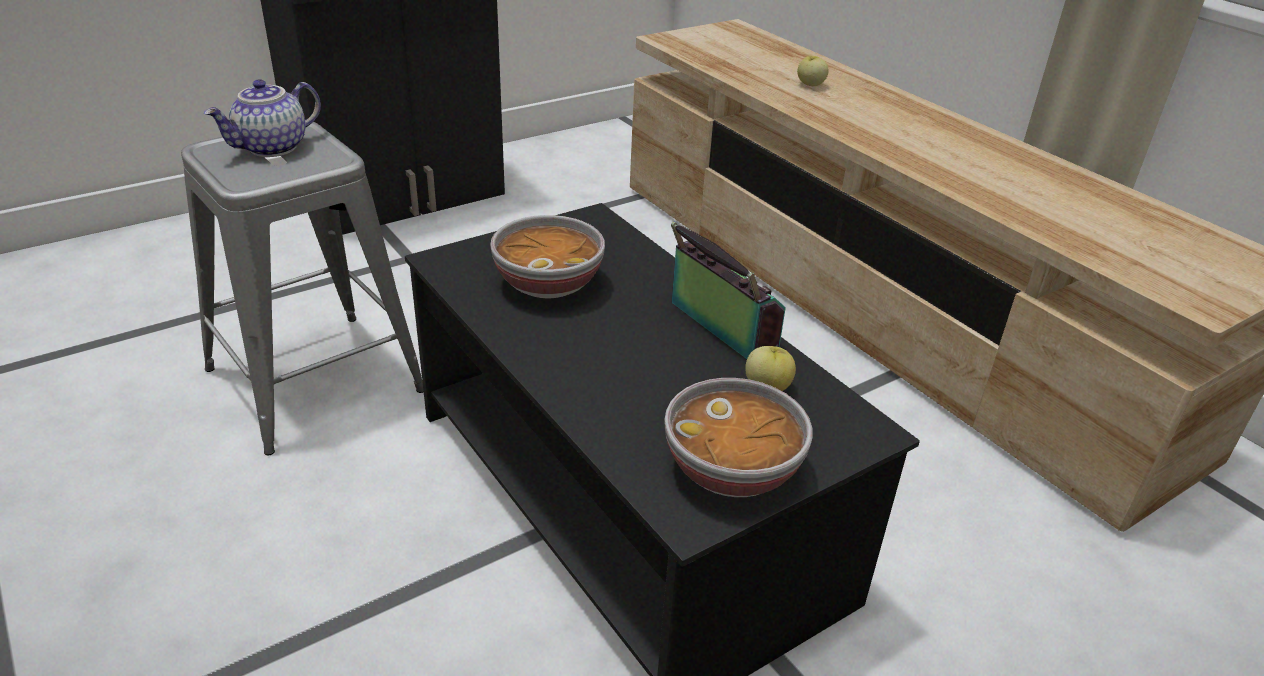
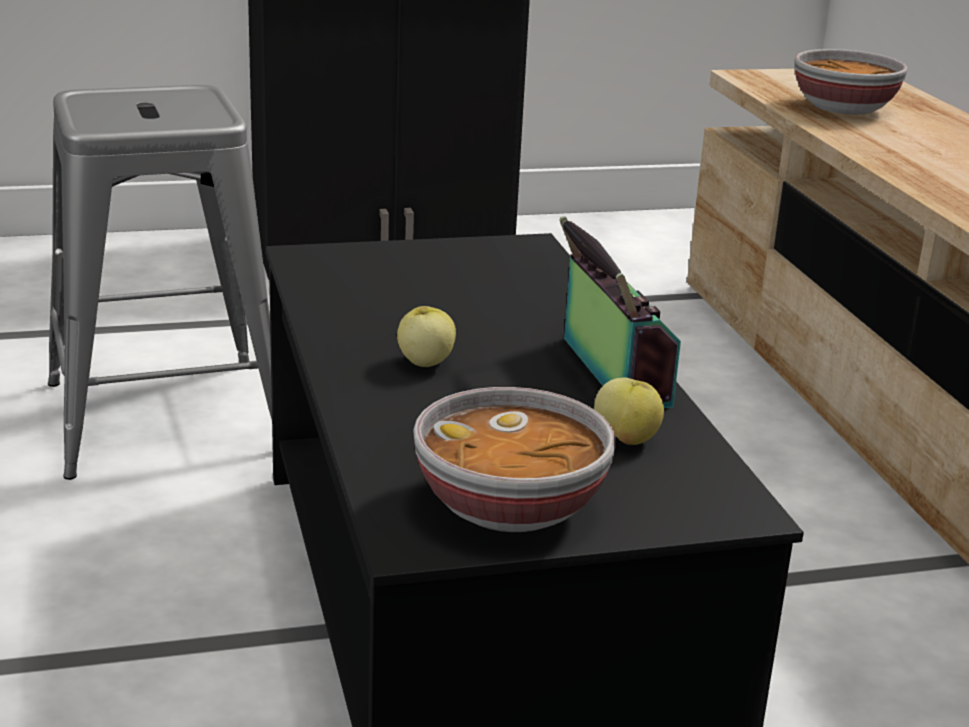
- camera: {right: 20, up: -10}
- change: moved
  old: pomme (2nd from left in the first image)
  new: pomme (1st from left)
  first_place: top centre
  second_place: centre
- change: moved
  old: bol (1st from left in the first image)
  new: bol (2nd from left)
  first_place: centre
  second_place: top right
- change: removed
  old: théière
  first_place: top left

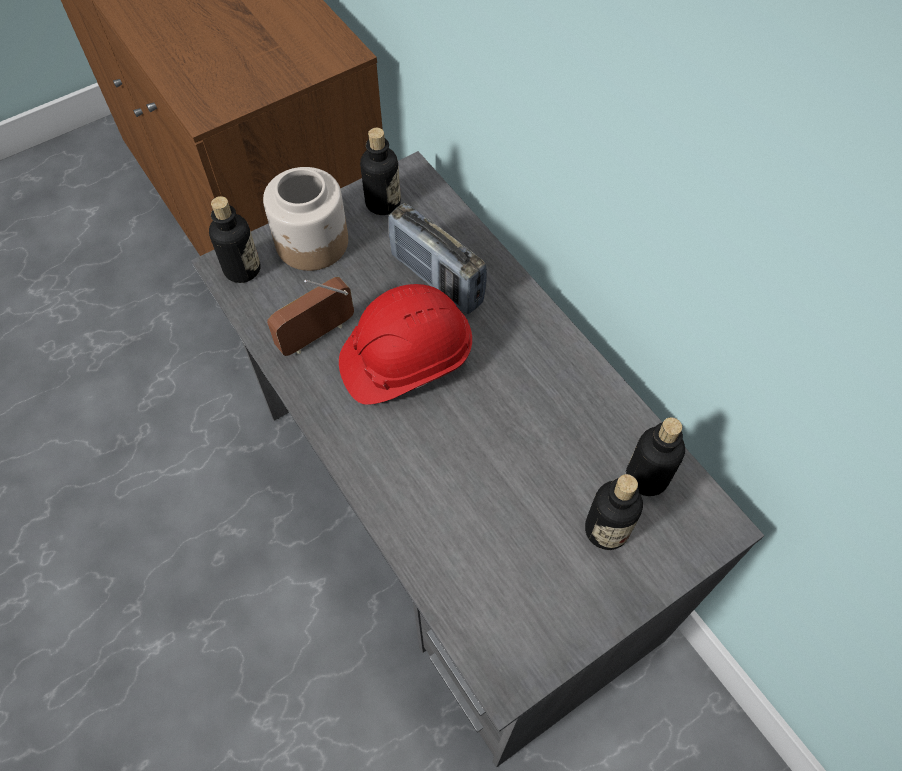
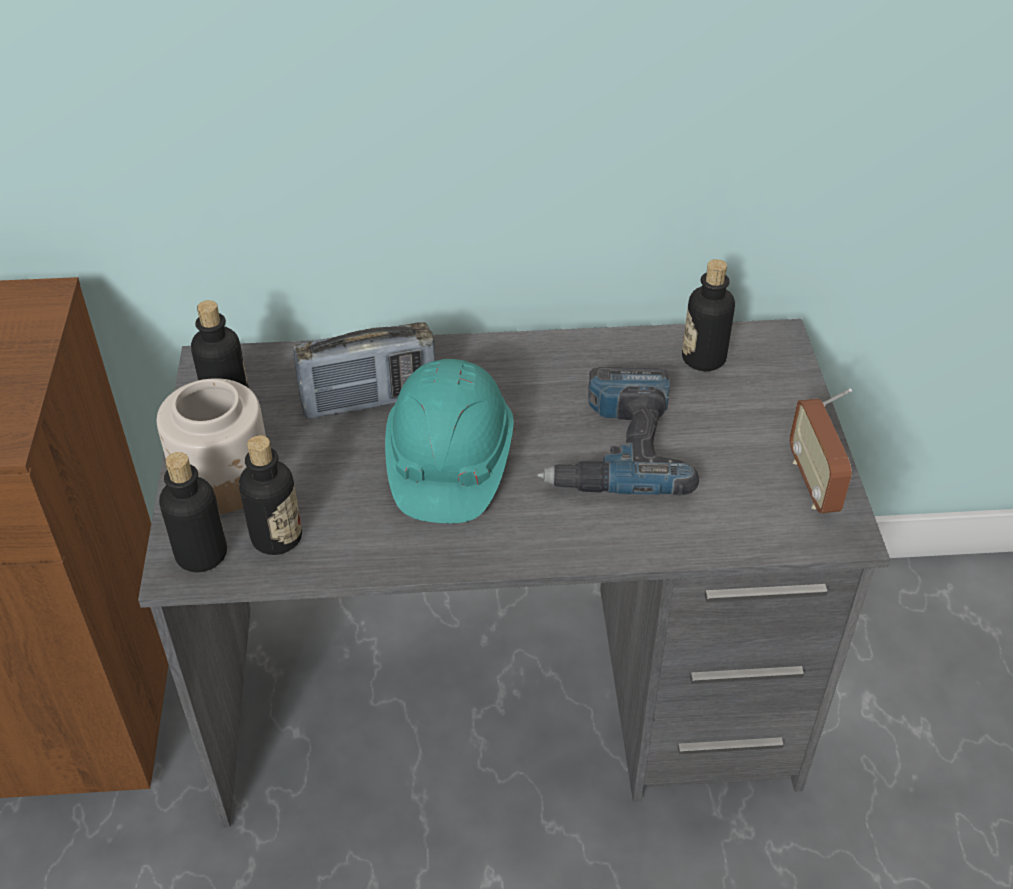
- camera: {right: -60, up: -15}
- change: moved
  old: bouteille (3rd from left)
  first_place: middle right
  second_place: middle left
- change: recoloured
  old: casque de chantier (rouge)
  new: casque de chantier (turquoise)
  first_place: centre
  second_place: centre
- change: added
  new: perceuse
  second_place: centre
- change: moved
  old: radio (1st from left in the first image)
  new: radio (2nd from left)
  first_place: centre
  second_place: middle right

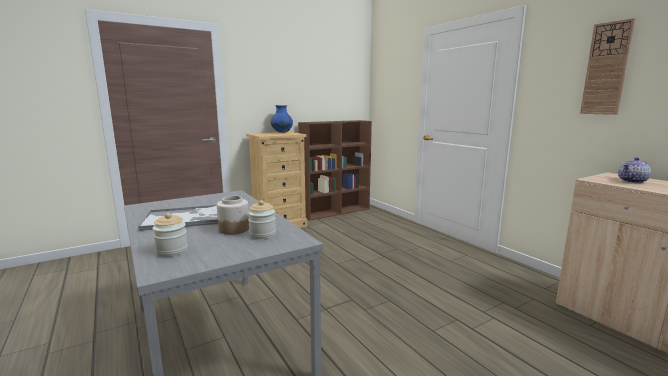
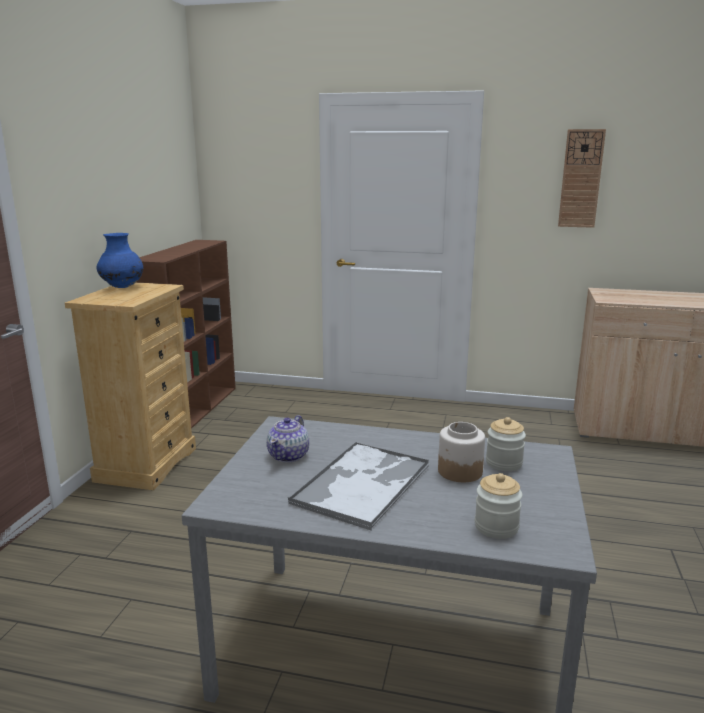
- camera: {right: -45, up: 5}
- change: moved
  old: théière
  first_place: middle right
  second_place: centre

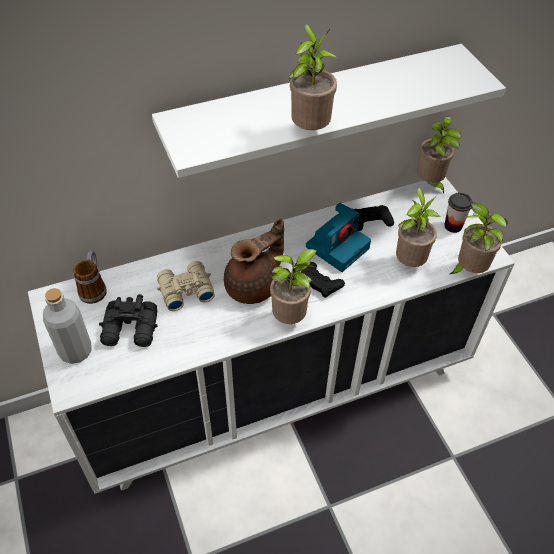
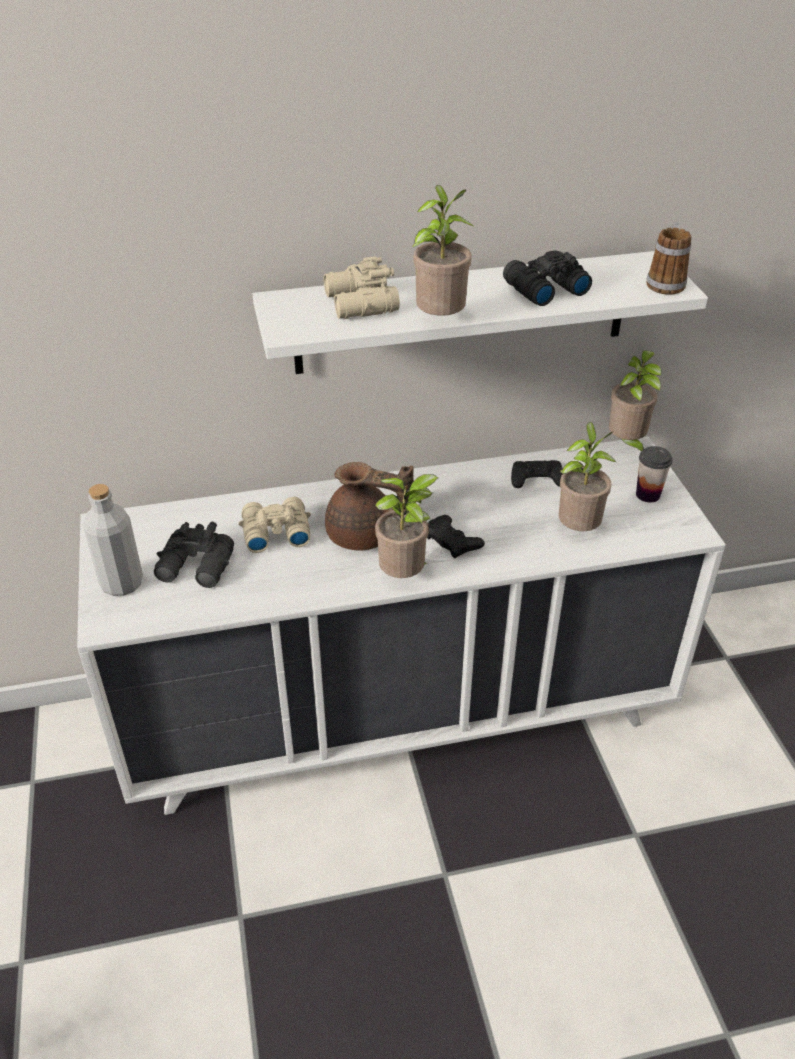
- camera: {right: 10, up: -10}
- change: added
  new: jumelles (beige) (2nd from left)
  second_place: top centre
- change: turned
  old: théière (marron)
  first_place: centre
  second_place: centre
  degrees: 45
- change: added
  new: jumelles (noir) (2nd from left)
  second_place: top right
- change: moved
  old: mug
  first_place: middle left
  second_place: top right
- change: removed
  old: appareil photo
  first_place: centre
- change: removed
  old: plante en pot (5th from left)
  first_place: middle right

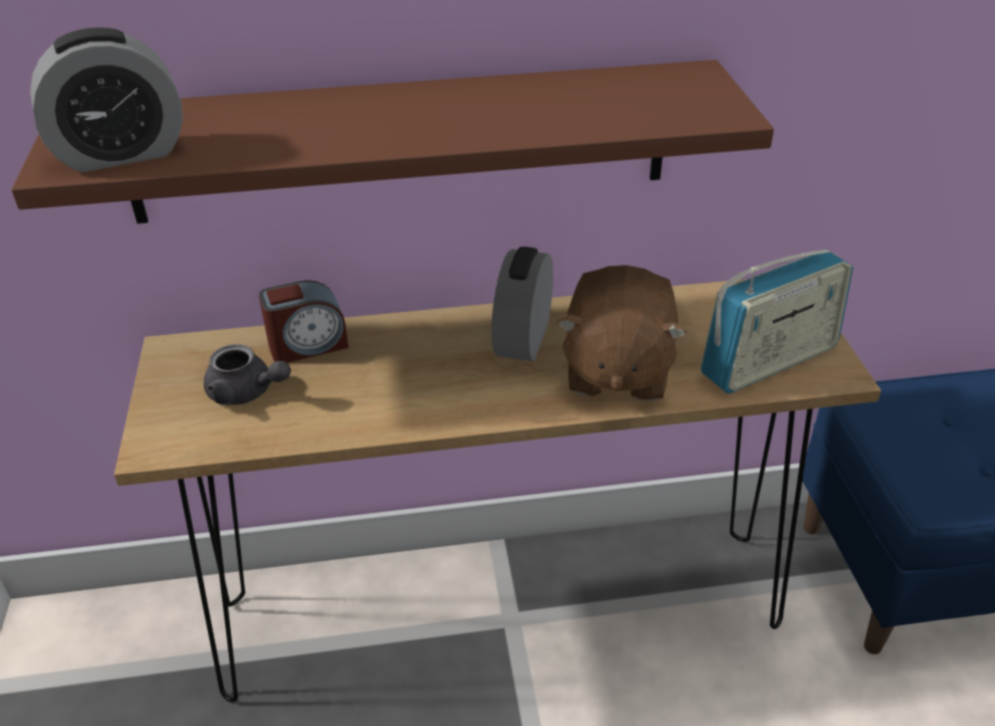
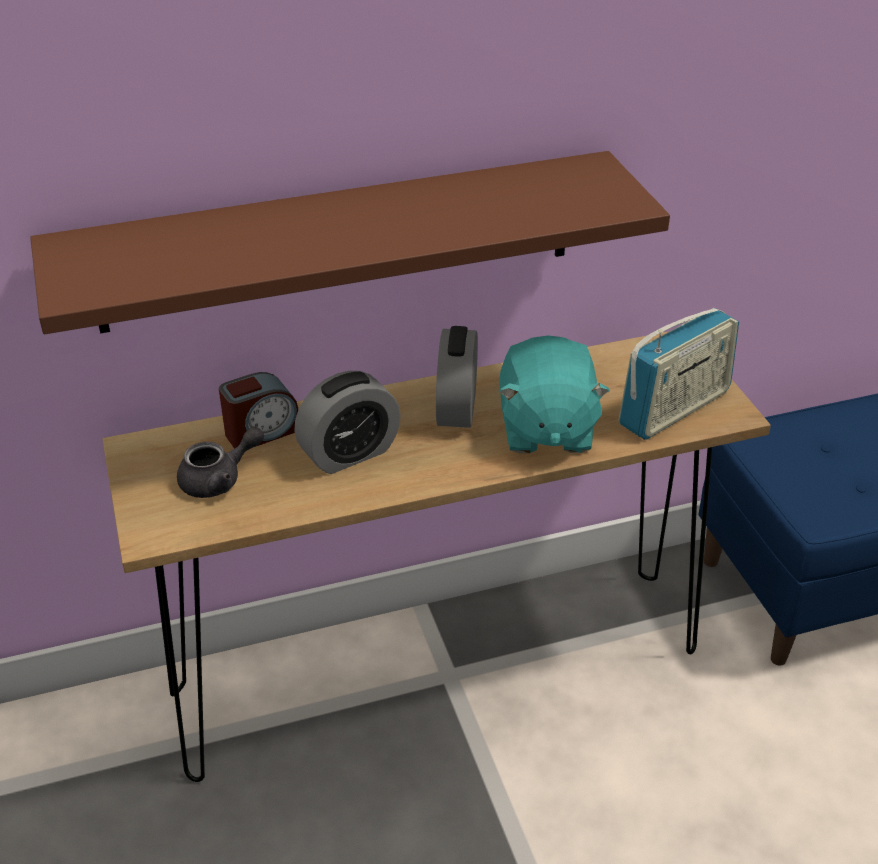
- camera: {right: -10, up: 0}
- change: turned
  old: théière (gris)
  first_place: middle left
  second_place: middle left
  degrees: -45
- change: moved
  old: réveil (1st from left in the first image)
  new: réveil (2nd from left)
  first_place: top left
  second_place: centre
- change: recoloured
  old: peluche (marron)
  new: peluche (turquoise)
  first_place: centre
  second_place: centre

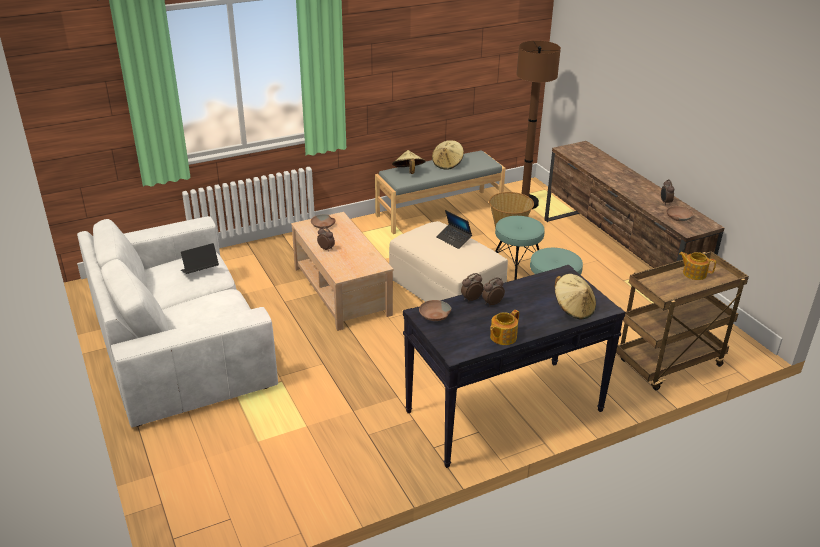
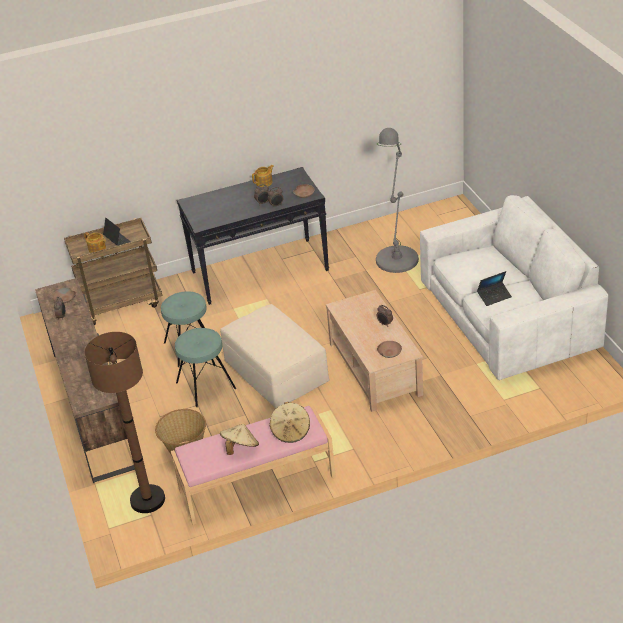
- camera: {right: -170, up: 5}
- change: moved
  old: ordinateur portable (2nd from left in the first image)
  new: ordinateur portable (1st from left)
  first_place: centre
  second_place: middle left
- change: recoloured
  old: banc (gris)
  new: banc (rose)
  first_place: centre
  second_place: bottom centre
- change: added
  new: lampadaire (gris)
  second_place: top centre
- change: removed
  old: chapeau (beige) (3rd from left)
  first_place: middle right

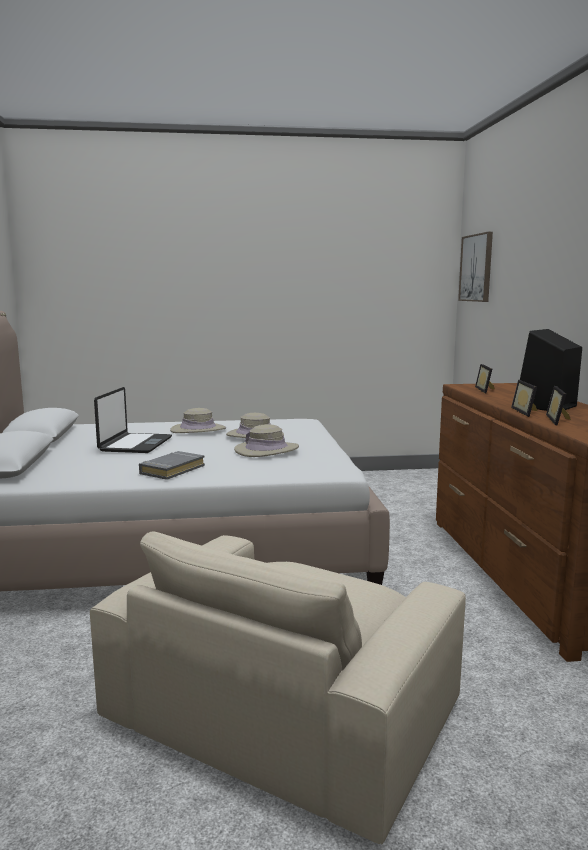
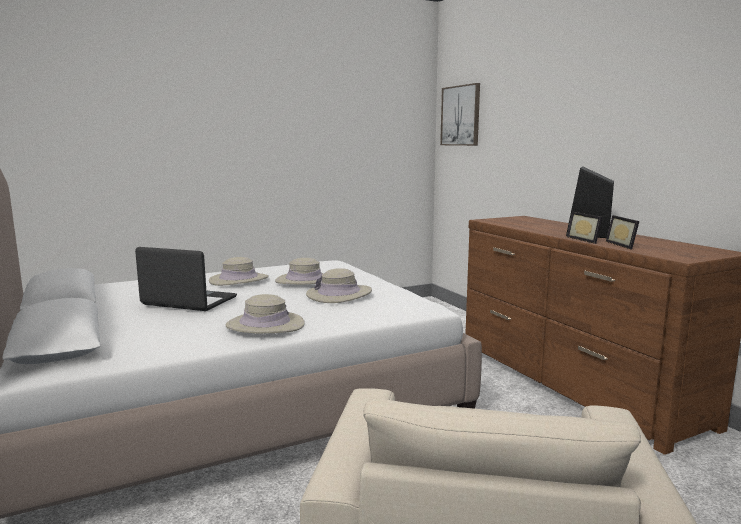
- camera: {right: -20, up: 0}
- change: turned
  old: ordinateur portable
  first_place: middle left
  second_place: middle left
  degrees: -60
- change: replaced
  old: livre (gris)
  new: chapeau (beige) (2nd from left)
  first_place: middle left
  second_place: centre
- change: removed
  old: cadre photo (1st from left)
  first_place: middle right

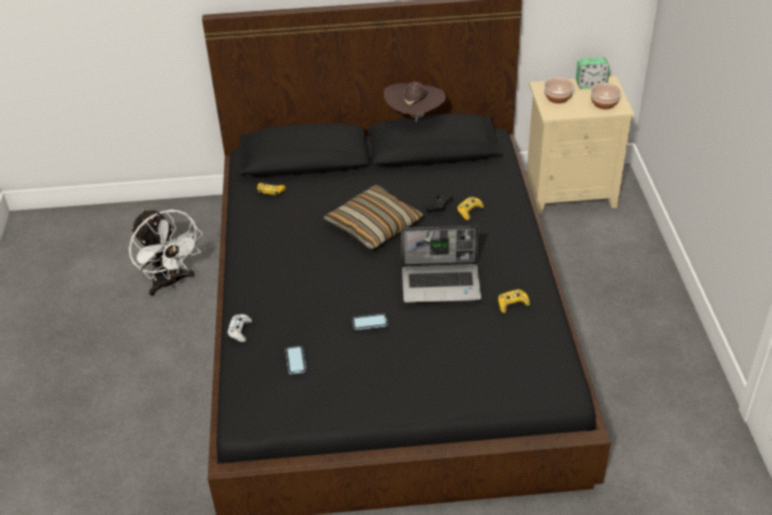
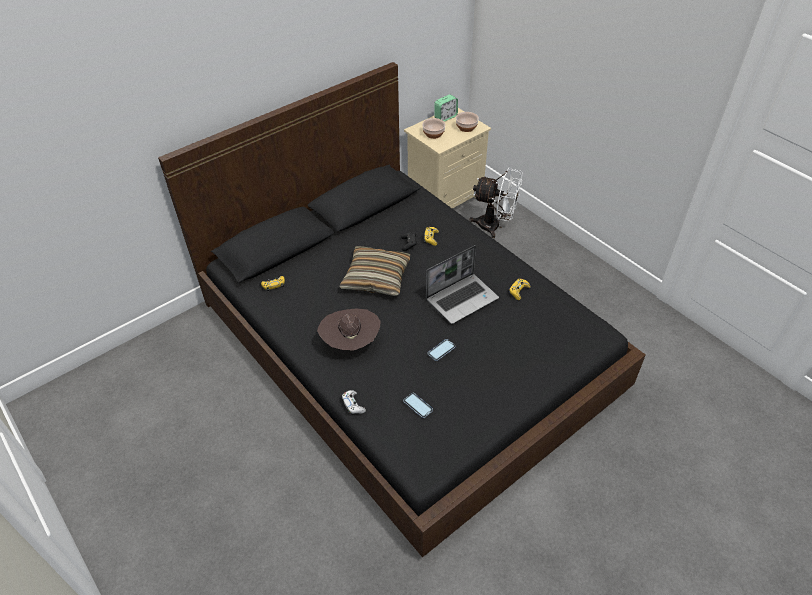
- camera: {right: -35, up: 5}
- change: moved
  old: chapeau (marron)
  first_place: top centre
  second_place: centre
- change: moved
  old: ventilateur (blanc)
  first_place: middle left
  second_place: centre

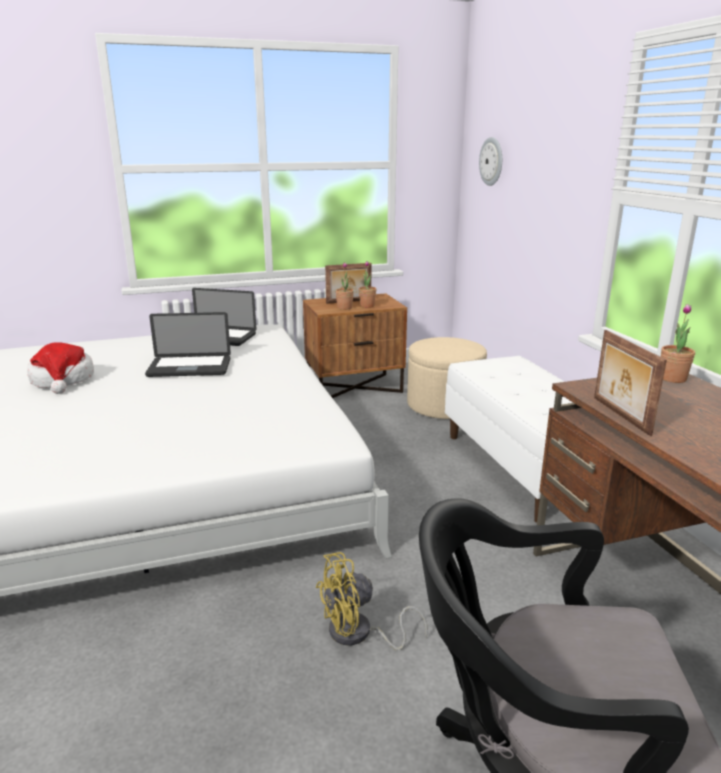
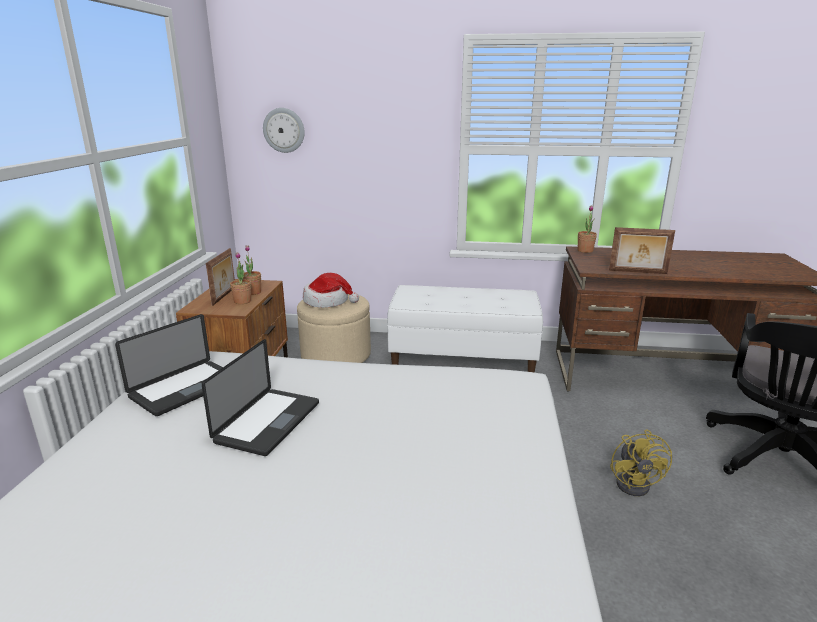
- camera: {right: -65, up: 0}
- change: moved
  old: chapeau
  first_place: middle left
  second_place: centre

